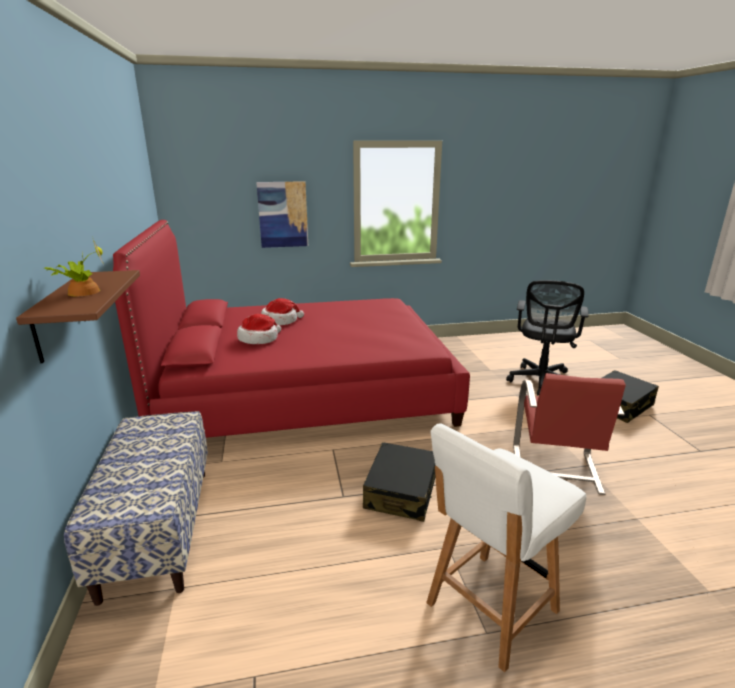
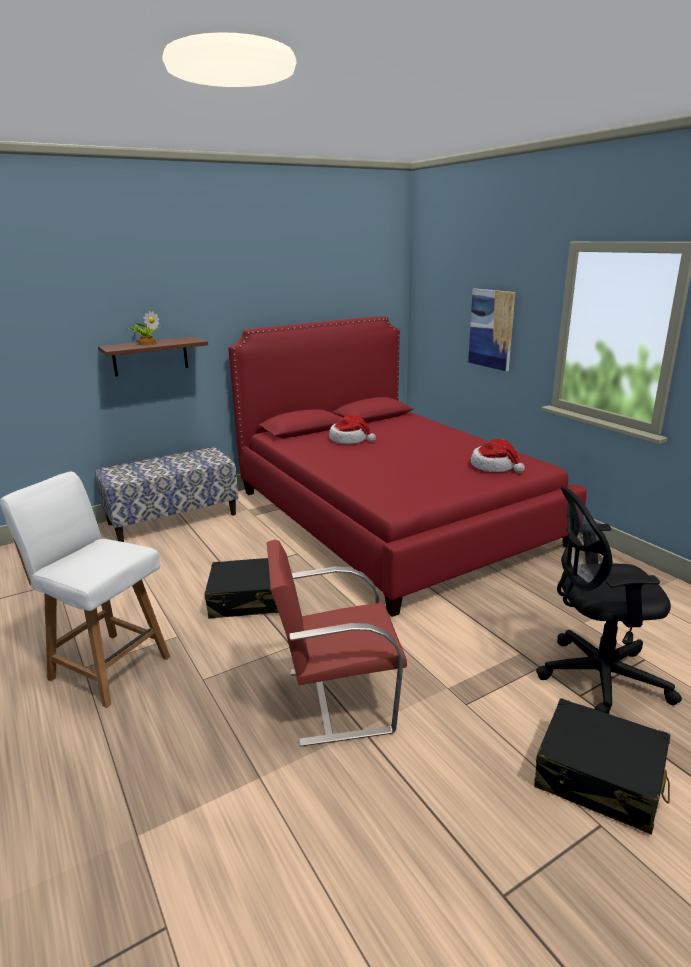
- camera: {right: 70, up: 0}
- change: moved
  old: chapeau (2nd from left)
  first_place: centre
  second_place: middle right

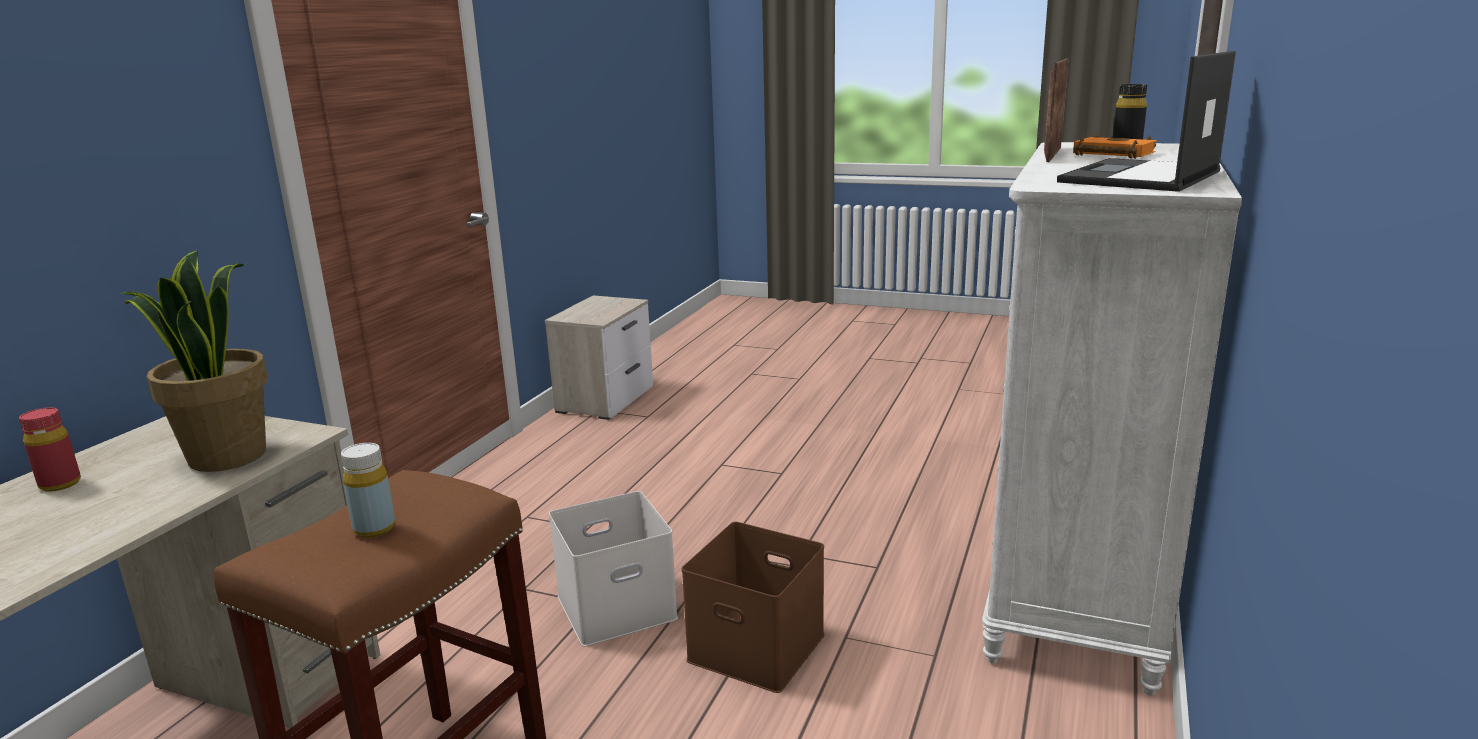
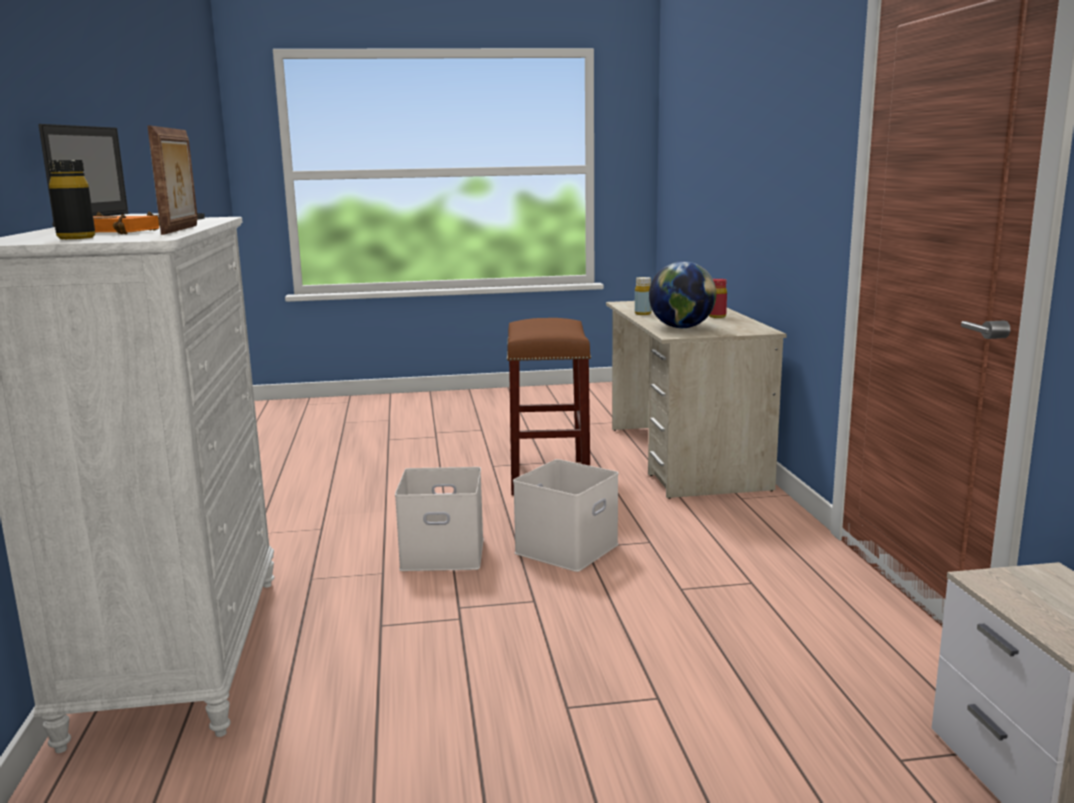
- camera: {right: 150, up: -5}
- change: recoloured
  old: boîte de rangement (marron)
  new: boîte de rangement (blanc) (1st from left)
  first_place: bottom centre
  second_place: centre
- change: moved
  old: bouteille (jaune)
  first_place: middle left
  second_place: centre
- change: replaced
  old: plante en pot
  new: globe
  first_place: middle left
  second_place: centre

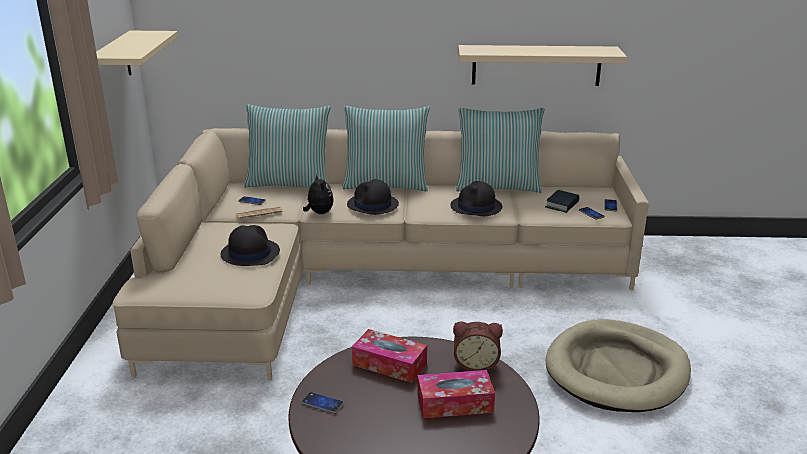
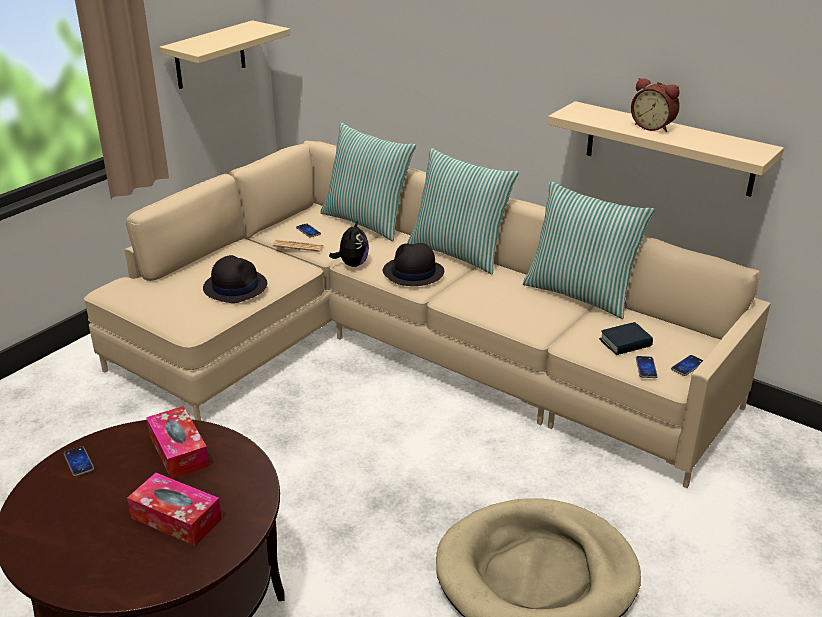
- camera: {right: 35, up: 5}
- change: moved
  old: réveil
  first_place: bottom centre
  second_place: top right
- change: removed
  old: chapeau (noir) (3rd from left)
  first_place: centre

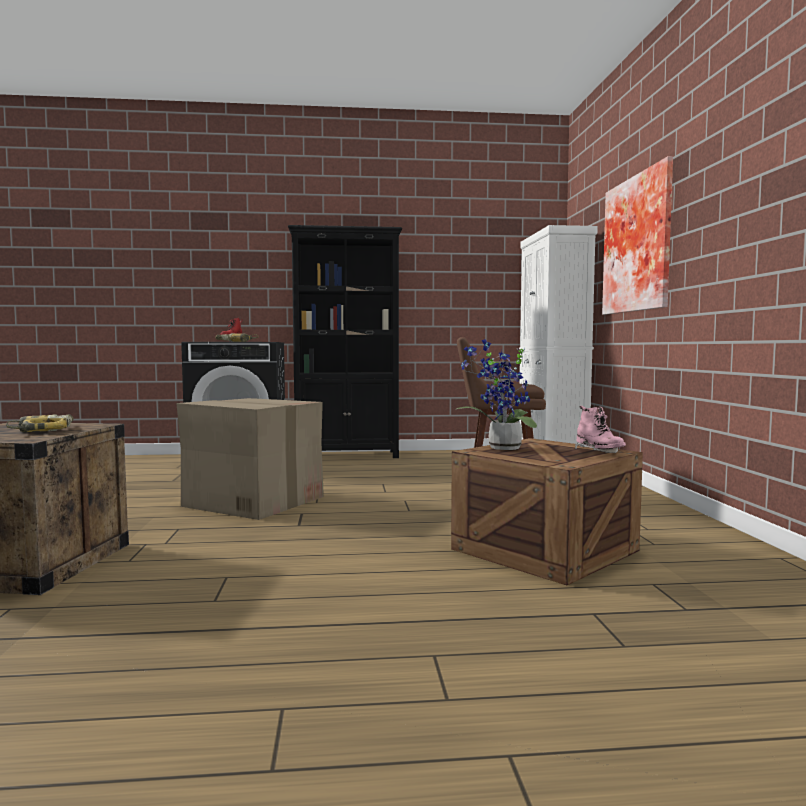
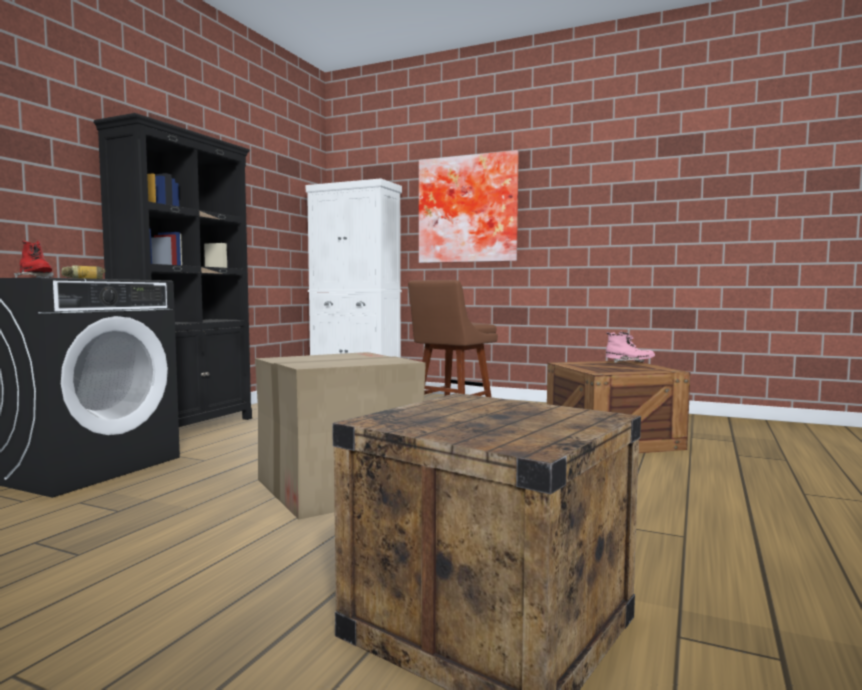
- camera: {right: -60, up: 0}
- change: removed
  old: perceuse (1st from left)
  first_place: middle left
- change: removed
  old: plante en pot
  first_place: centre

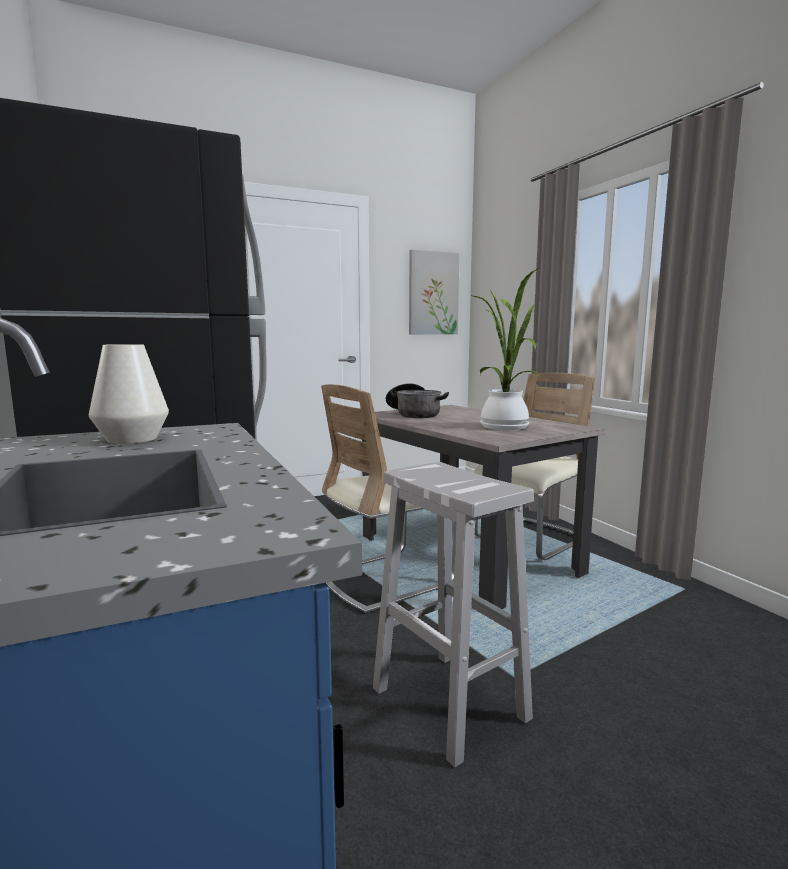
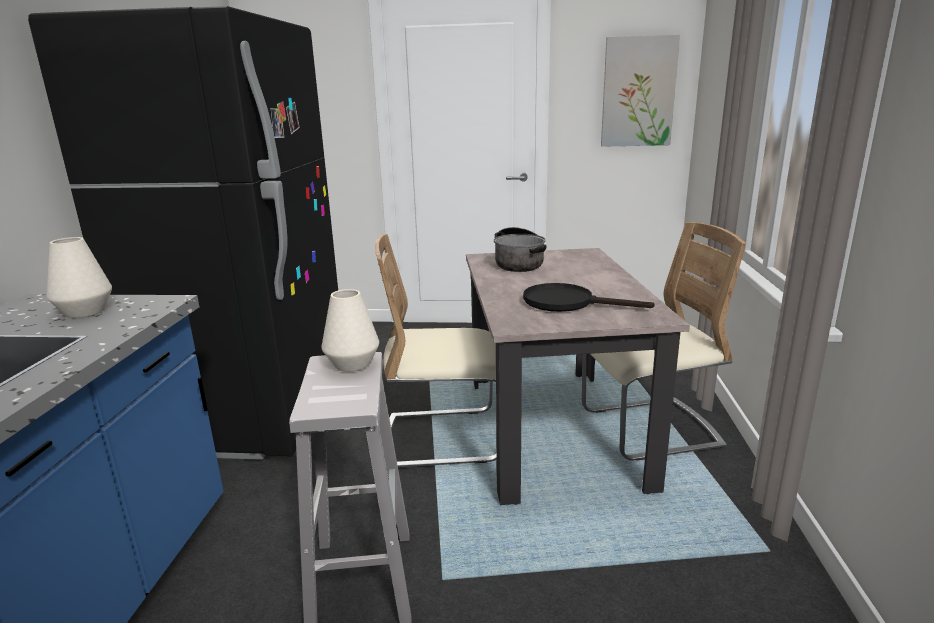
- camera: {right: 30, up: 10}
- change: added
  new: vase (blanc) (2nd from left)
  second_place: centre
- change: replaced
  old: plante en pot
  new: poêle (noir)
  first_place: centre
  second_place: centre

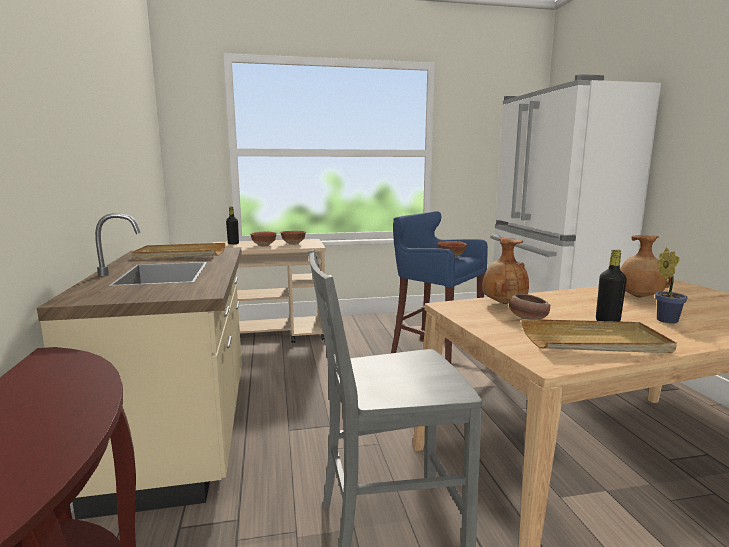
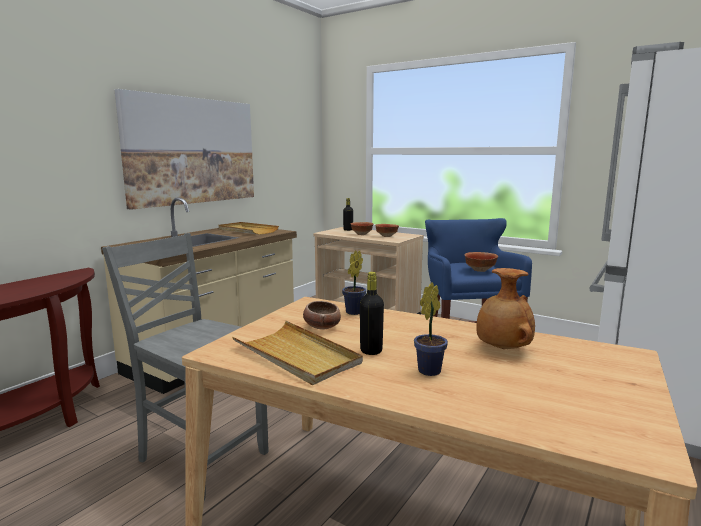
- camera: {right: 45, up: 0}
- change: added
  new: tableau
  second_place: top left
- change: replaced
  old: vase (marron) (1st from left)
  new: plante en pot (1st from left)
  first_place: middle right
  second_place: centre

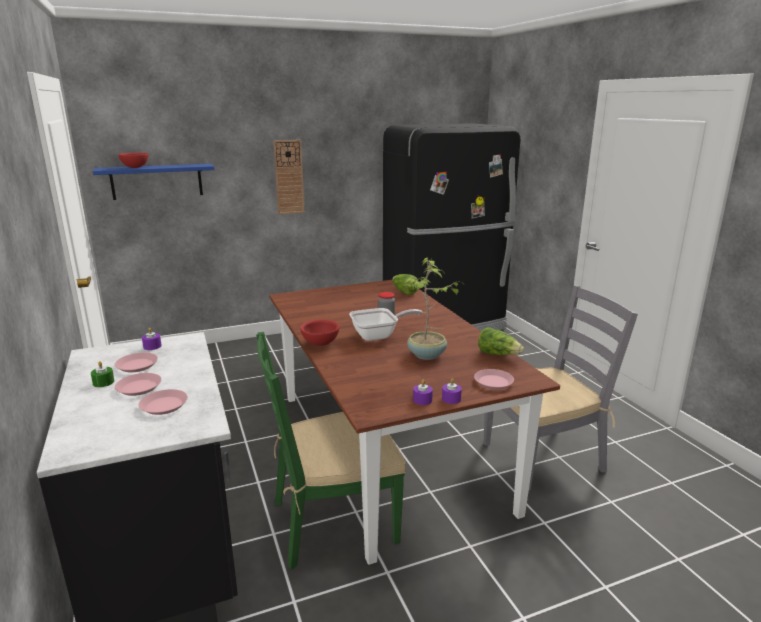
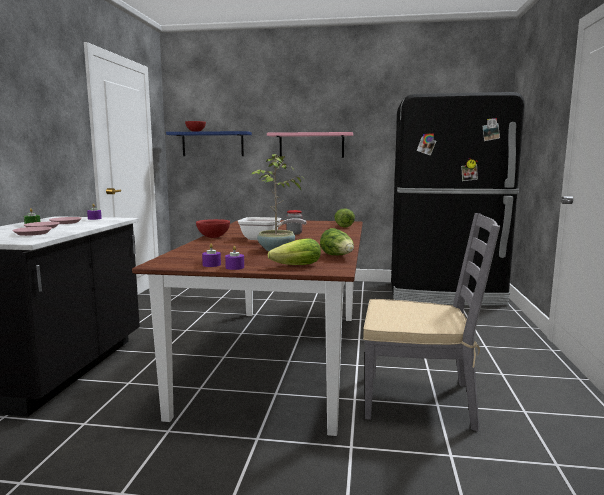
- camera: {right: 30, up: -10}
- change: replaced
  old: horloge murale
  new: étagère (rose)
  first_place: top centre
  second_place: top centre
- change: replaced
  old: assiette (rose) (4th from left)
  new: laitue (1st from left)
  first_place: centre
  second_place: centre
- change: removed
  old: chaise (vert)
  first_place: bottom centre

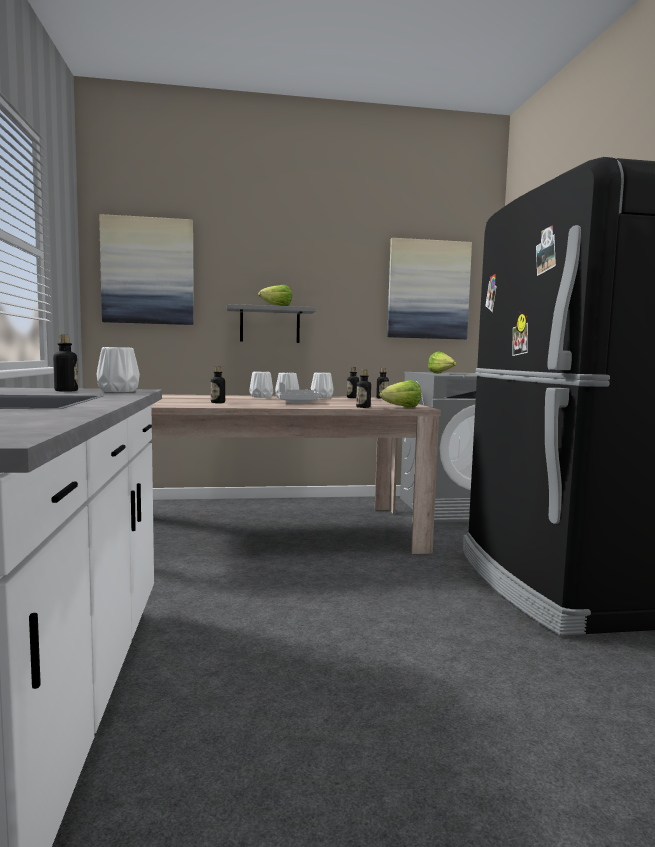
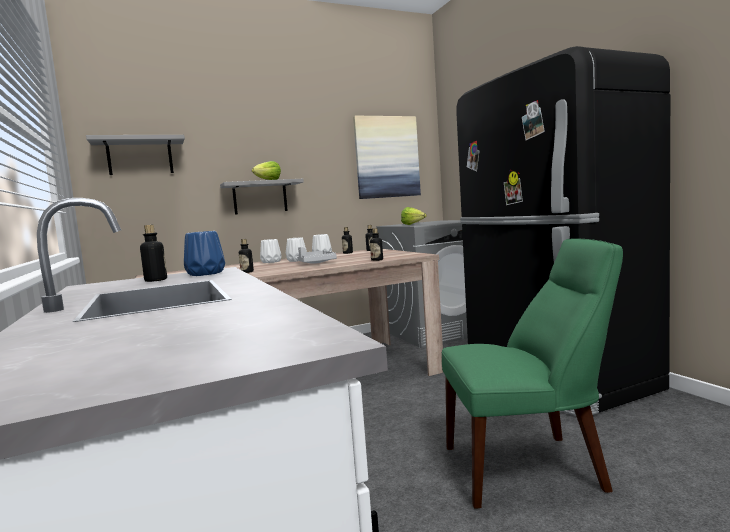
- camera: {right: -15, up: 0}
- change: replaced
  old: tableau (1st from left)
  new: étagère (gris) (1st from left)
  first_place: top left
  second_place: top left
- change: recoloured
  old: vase (blanc) (1st from left)
  new: vase (bleu)
  first_place: middle left
  second_place: middle left
- change: added
  new: chaise (vert)
  second_place: bottom right
- change: removed
  old: laitue (2nd from left)
  first_place: centre

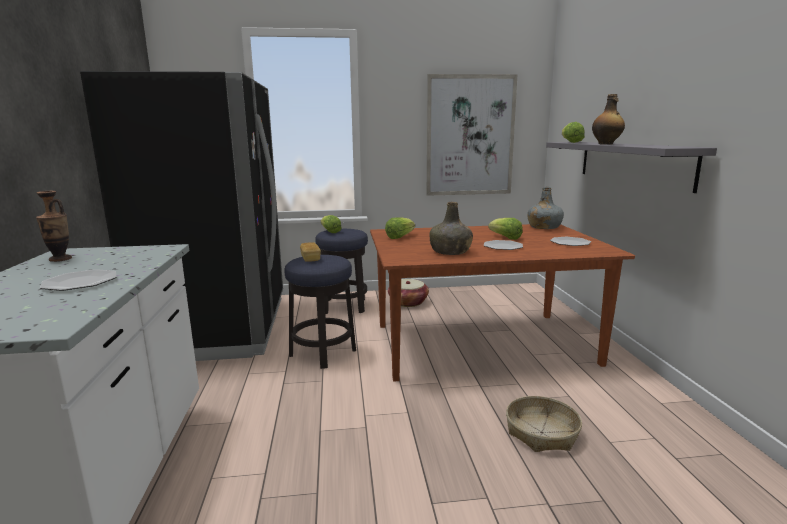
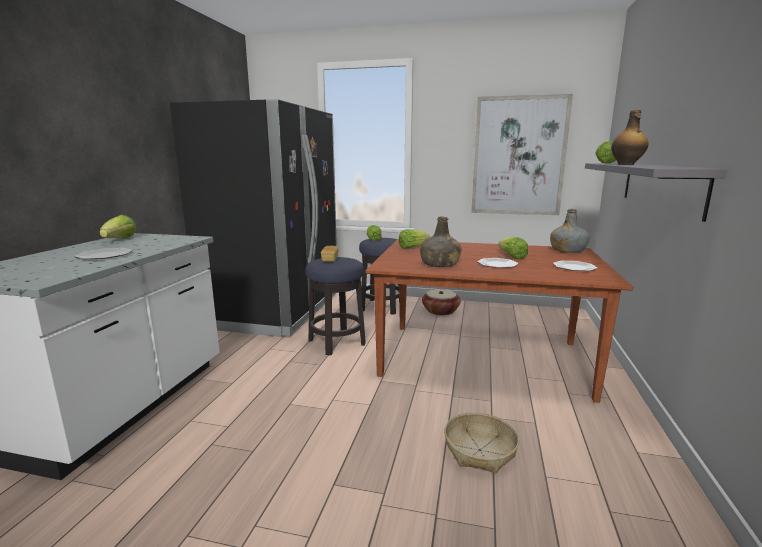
- camera: {right: 20, up: 0}
- change: replaced
  old: vase
  new: laitue (1st from left)
  first_place: middle left
  second_place: middle left

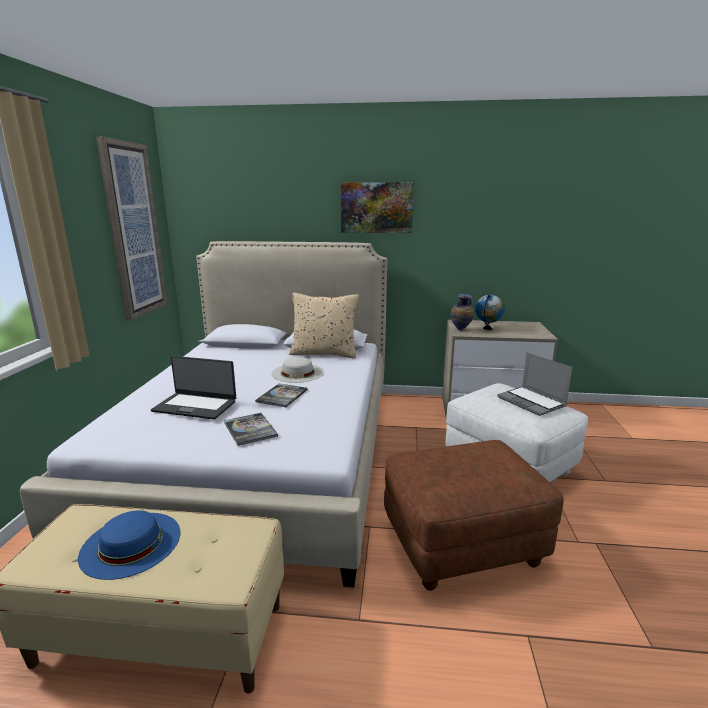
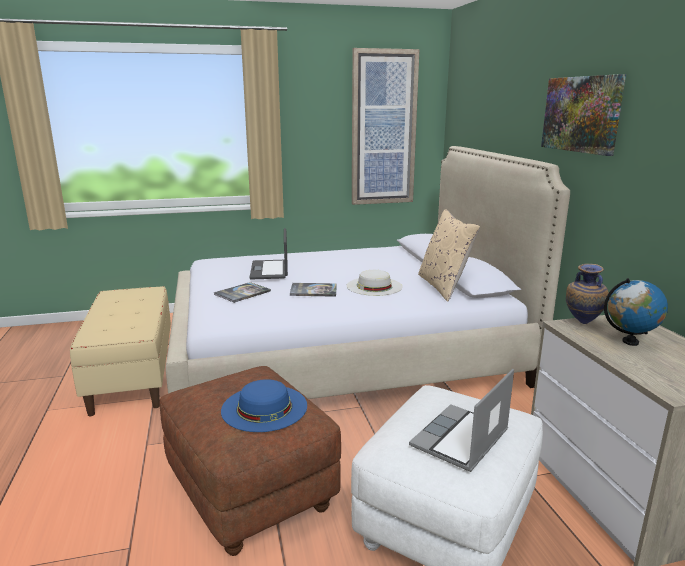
- camera: {right: 70, up: 0}
- change: moved
  old: chapeau (bleu)
  first_place: bottom left
  second_place: bottom centre

